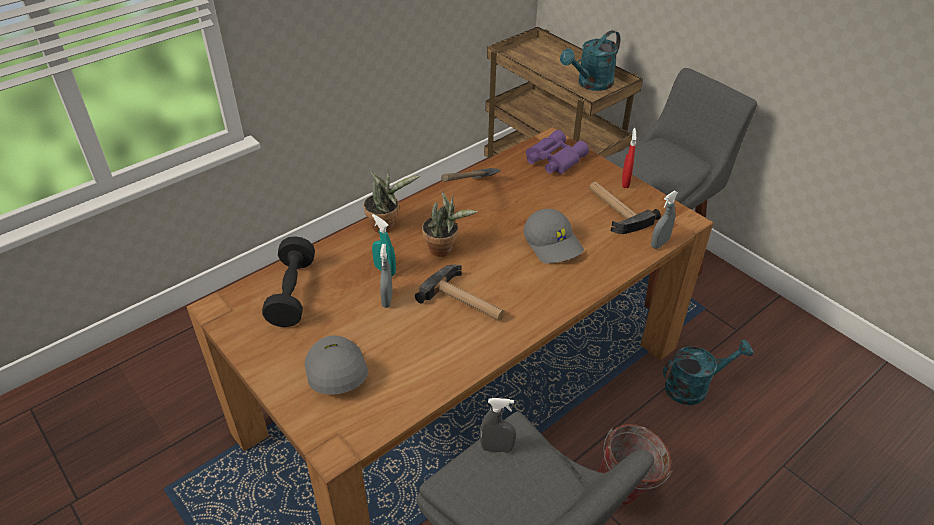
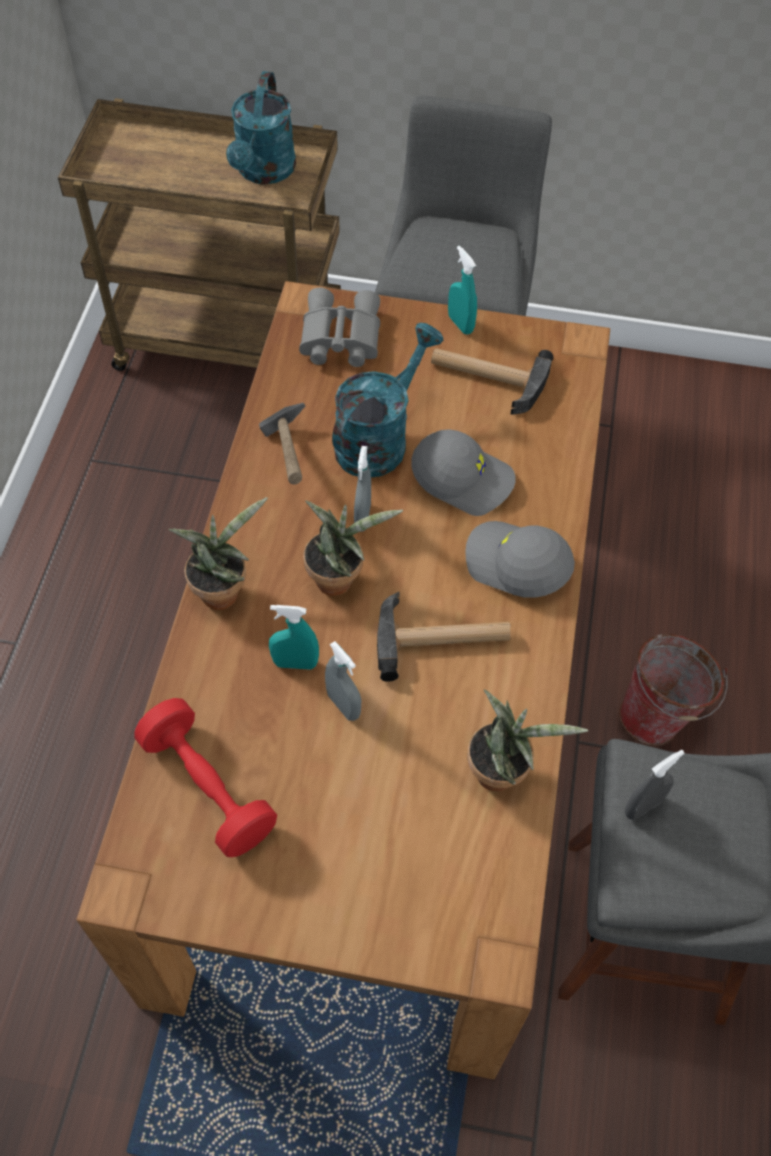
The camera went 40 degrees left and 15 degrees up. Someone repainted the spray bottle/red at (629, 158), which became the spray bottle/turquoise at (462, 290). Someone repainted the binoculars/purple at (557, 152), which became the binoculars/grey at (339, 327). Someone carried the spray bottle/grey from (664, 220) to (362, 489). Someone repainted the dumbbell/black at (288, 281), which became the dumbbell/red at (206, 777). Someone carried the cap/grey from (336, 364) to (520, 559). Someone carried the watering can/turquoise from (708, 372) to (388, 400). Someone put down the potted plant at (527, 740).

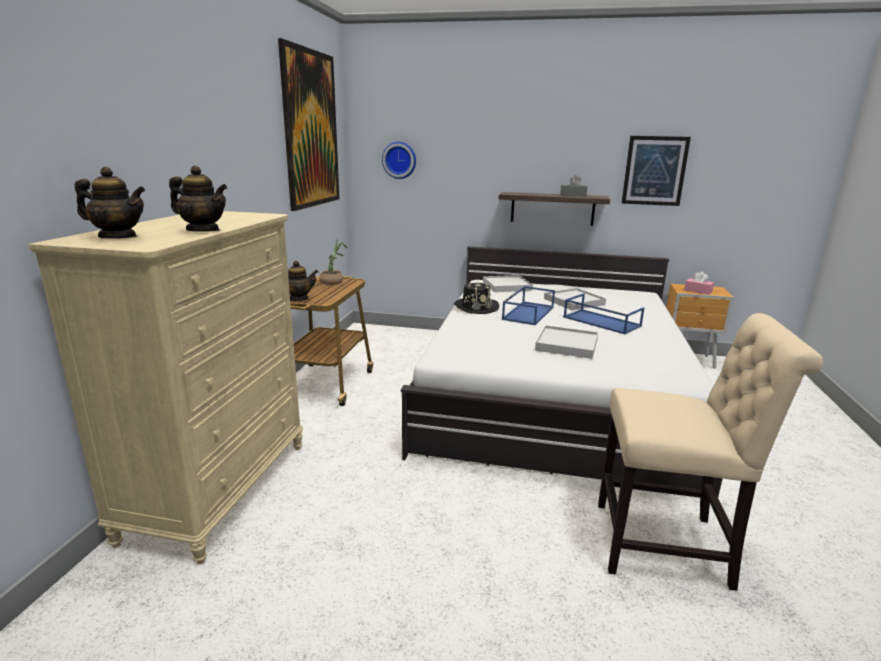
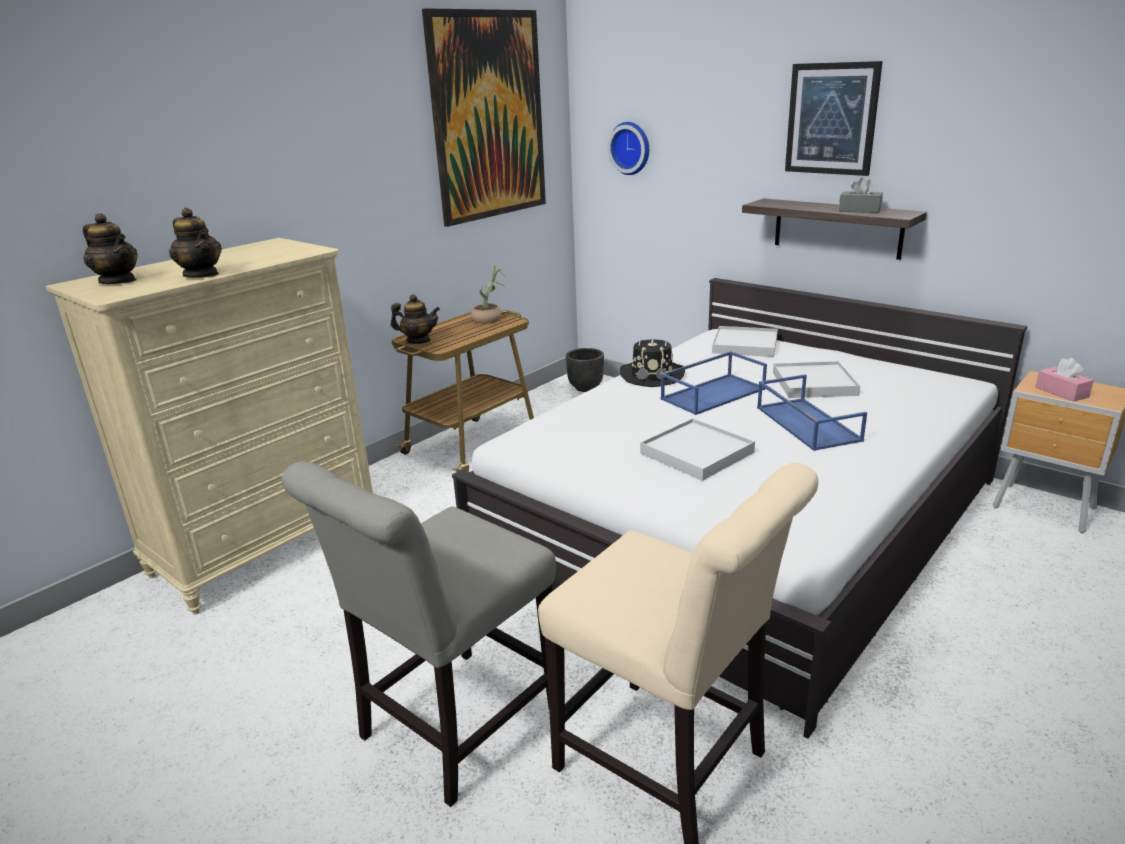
The camera went 30 degrees right and 5 degrees up. Someone carried the picture from (656, 171) to (834, 118). Someone put down the planter/black at (585, 370). Someone put down the chair/grey at (419, 634).

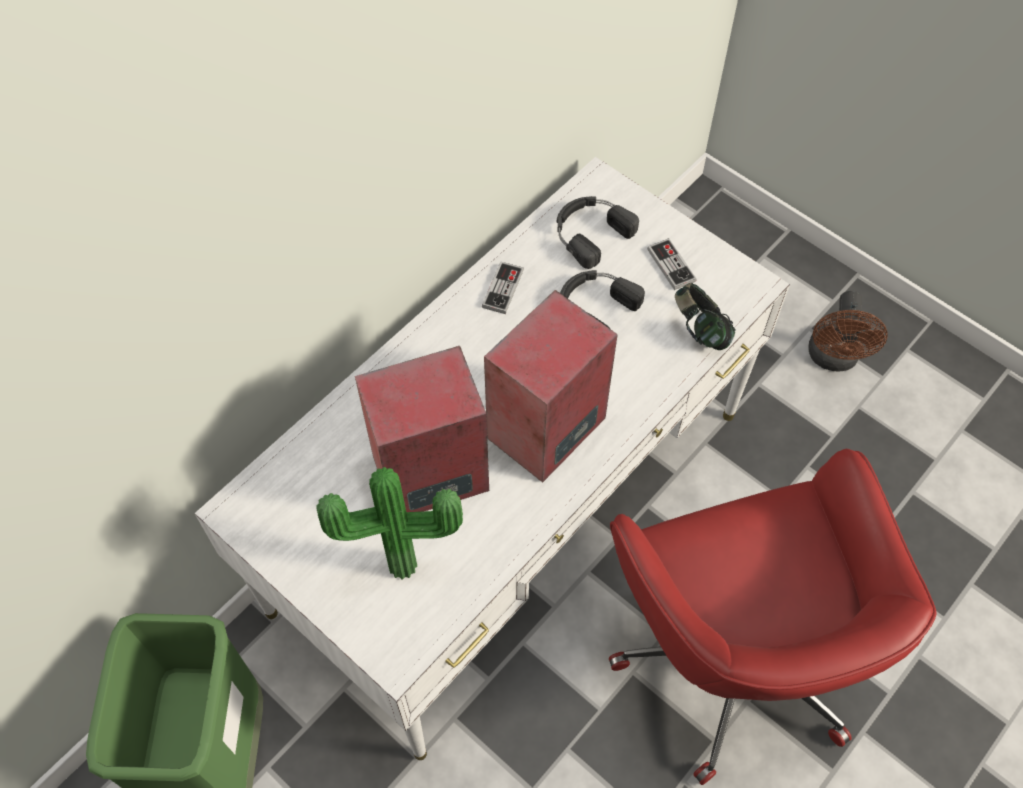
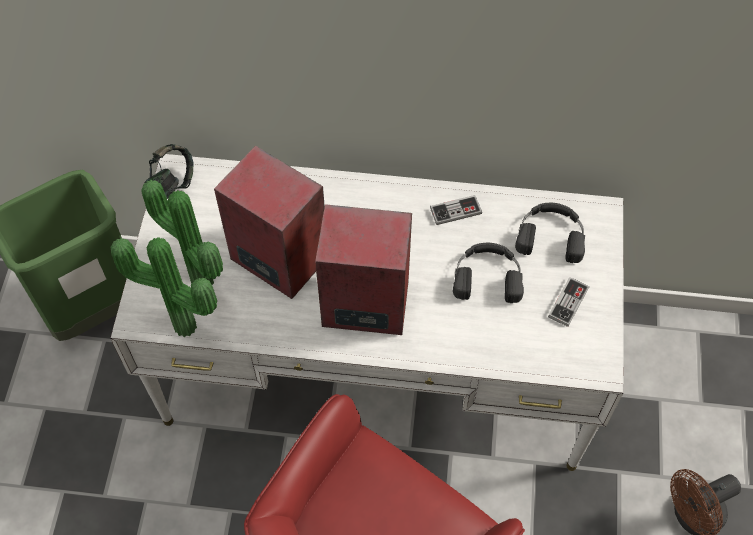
The camera went 55 degrees right and 0 degrees up. Someone carried the headphones from (705, 316) to (169, 171). Someone put down the potted plant at (163, 287).

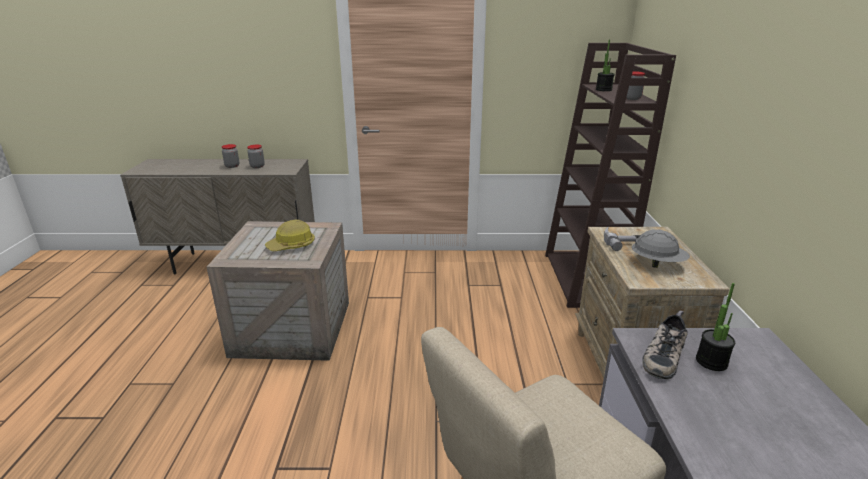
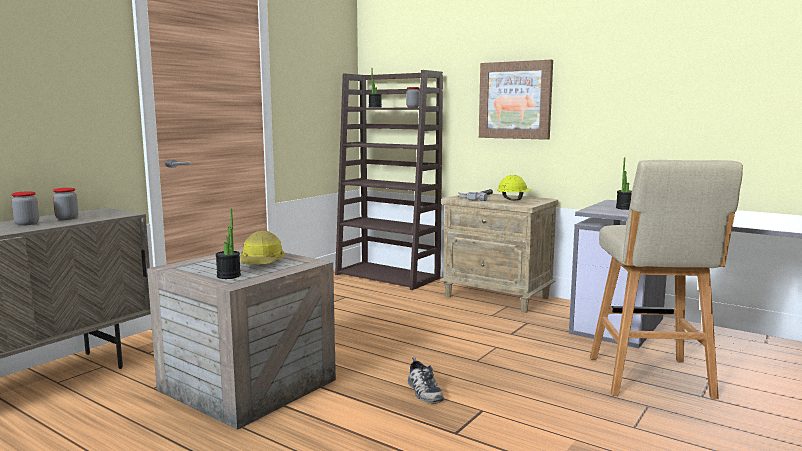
The camera went 55 degrees left and 15 degrees down. Someone repainted the hard hat/grey at (661, 249), which became the hard hat/yellow at (514, 188). Someone carried the shoe from (665, 344) to (426, 380). Someone put up the picture at (516, 100). Someone put down the potted plant at (228, 243).

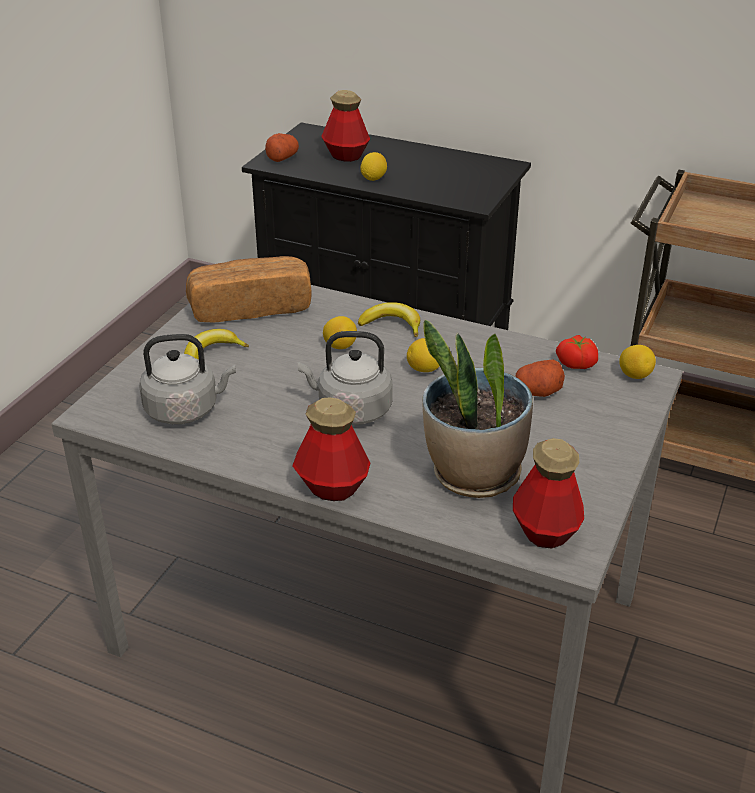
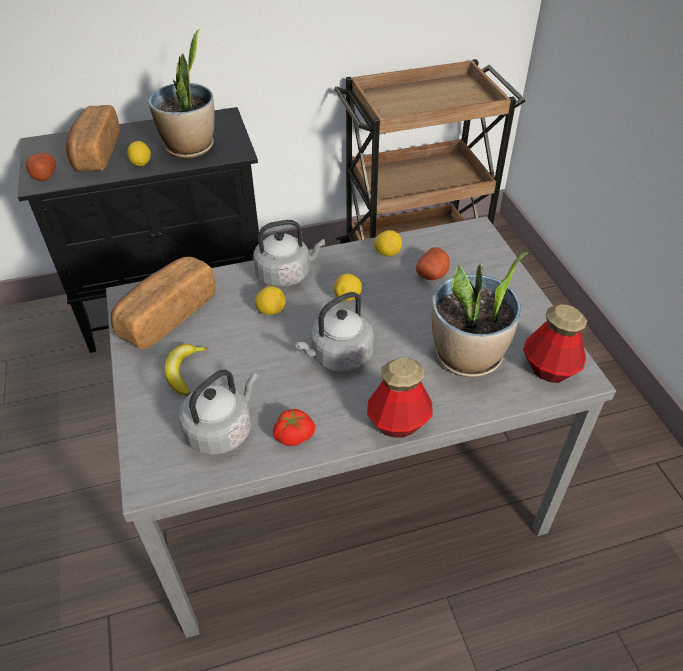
The camera went 40 degrees left and 10 degrees up. Someone swapped the bottle at (345, 126) for the bread at (93, 138). Someone swapped the banana at (389, 320) for the kettle/grey at (289, 254). Someone carried the tomato from (577, 352) to (294, 427). Someone carried the lemon from (637, 362) to (388, 243). Someone put down the potted plant at (181, 94).

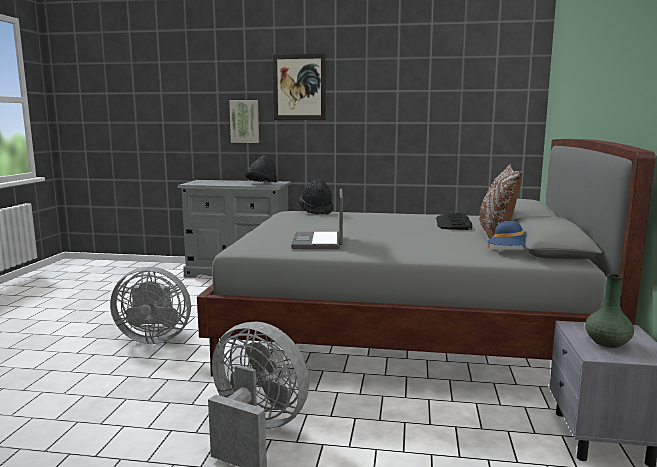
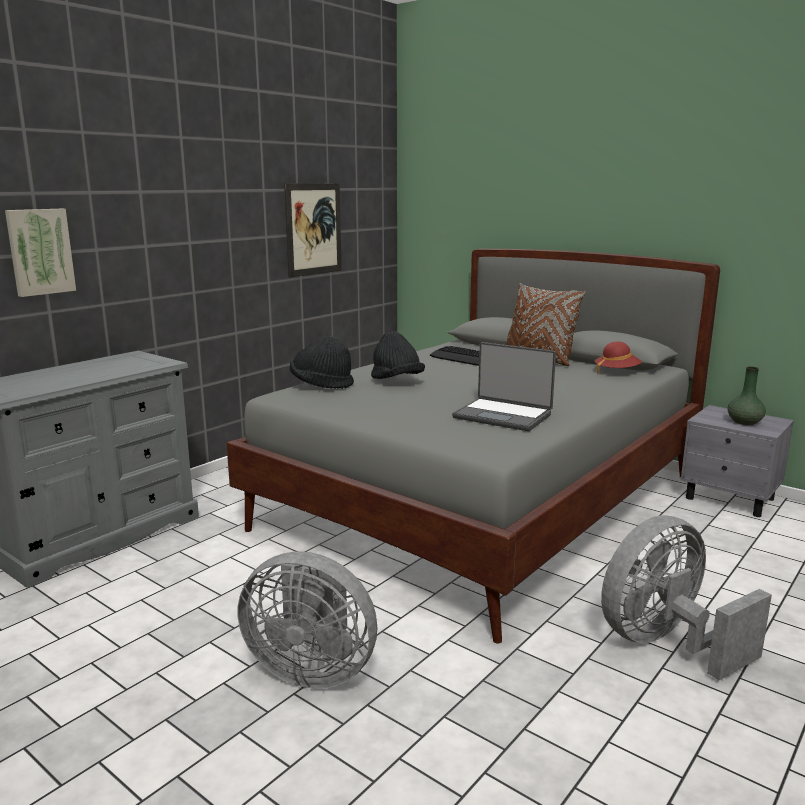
The camera went 60 degrees left and 5 degrees up. Someone carried the picture from (299, 86) to (313, 230). Someone carried the hat/black from (261, 169) to (398, 355). Someone repainted the hat/blue at (506, 235), which became the hat/red at (618, 357). Someone rotated the fan/grey at (150, 305) by 75 degrees clockwise.

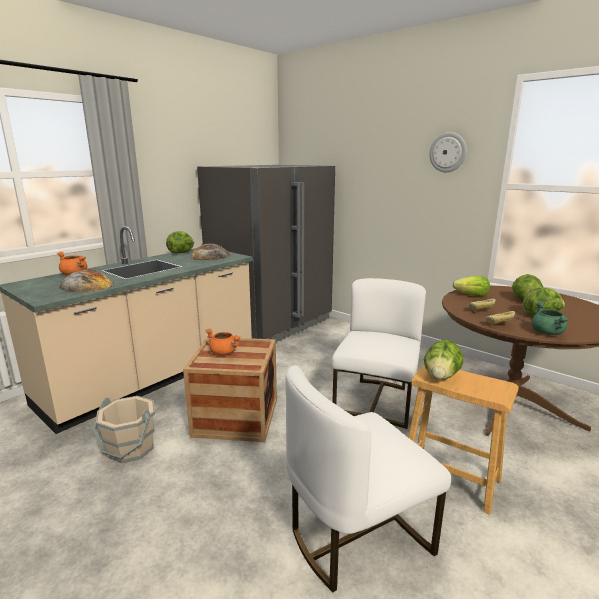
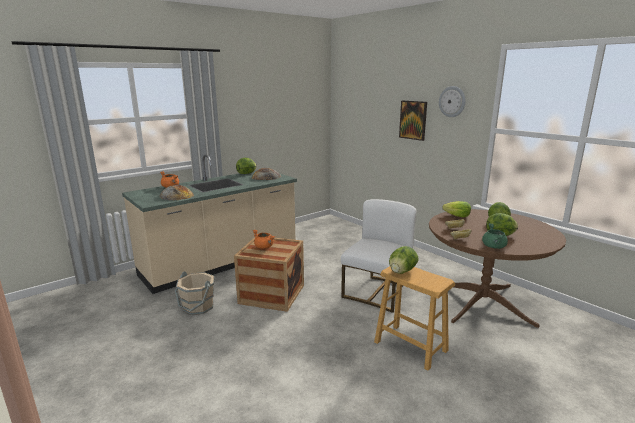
The camera went 10 degrees right and 0 degrees up. Someone took away the fridge/grey at (266, 253). Someone took away the chair/white at (368, 478). Someone put up the picture at (413, 120).

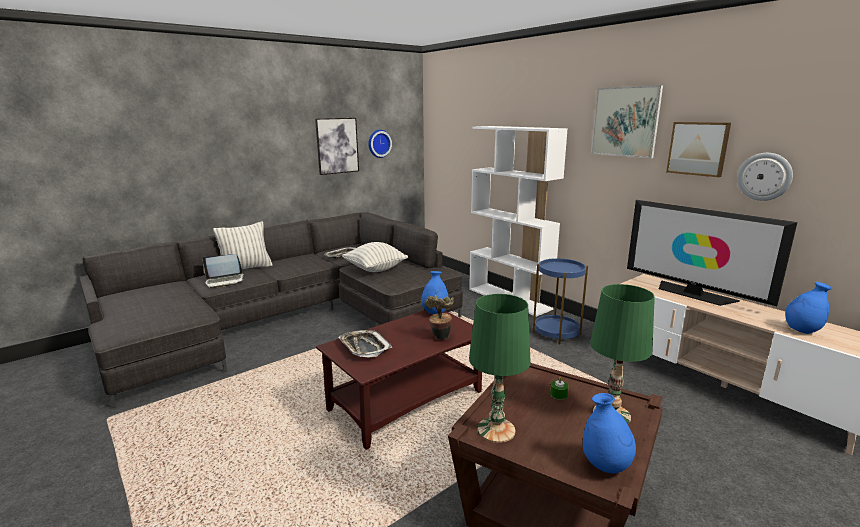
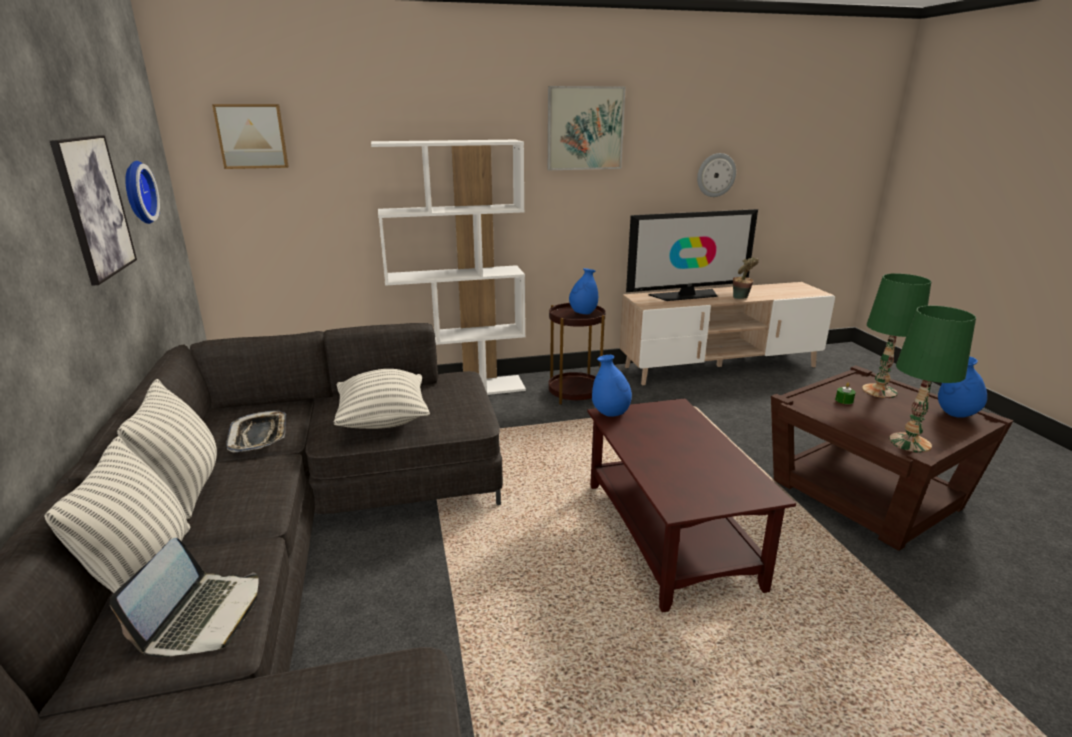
The camera went 65 degrees left and 5 degrees up. Someone carried the picture from (698, 149) to (250, 136). Someone repainted the side table/blue at (560, 300), which became the side table/brown at (576, 354). Someone carried the vase/blue from (808, 308) to (583, 291). Someone carried the potted plant from (439, 317) to (746, 278). Someone took away the tray at (365, 344). Someone put down the pillow at (167, 449).

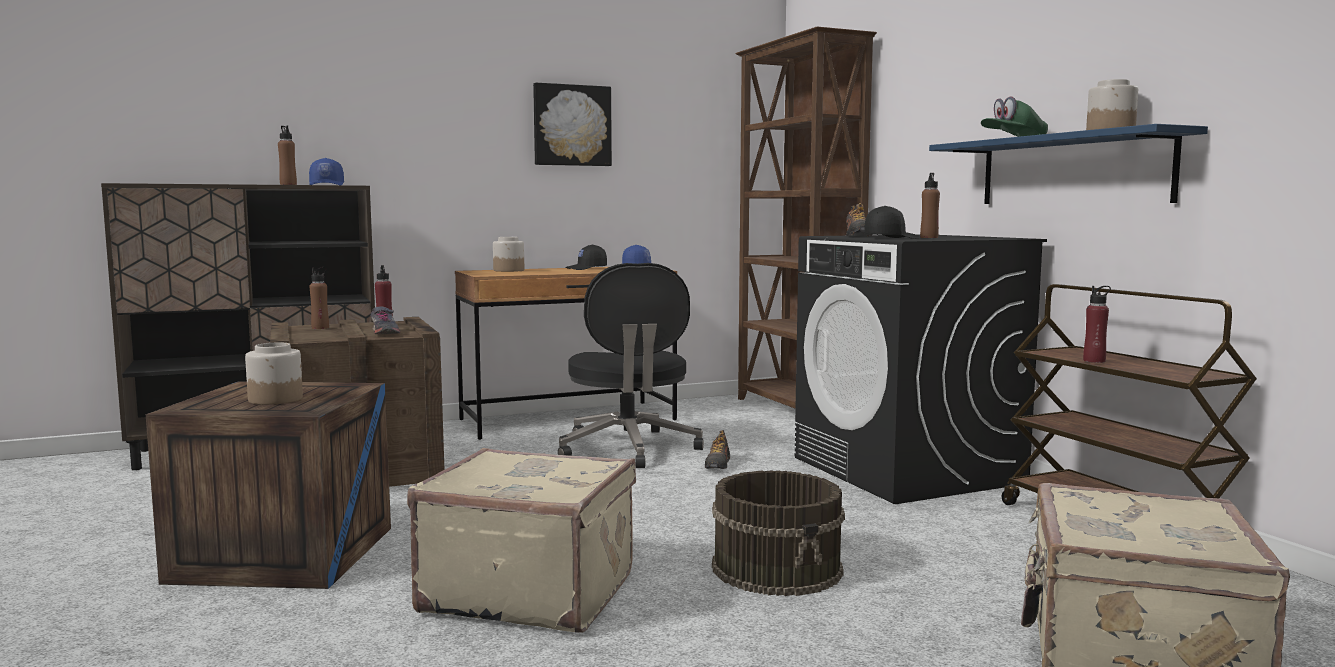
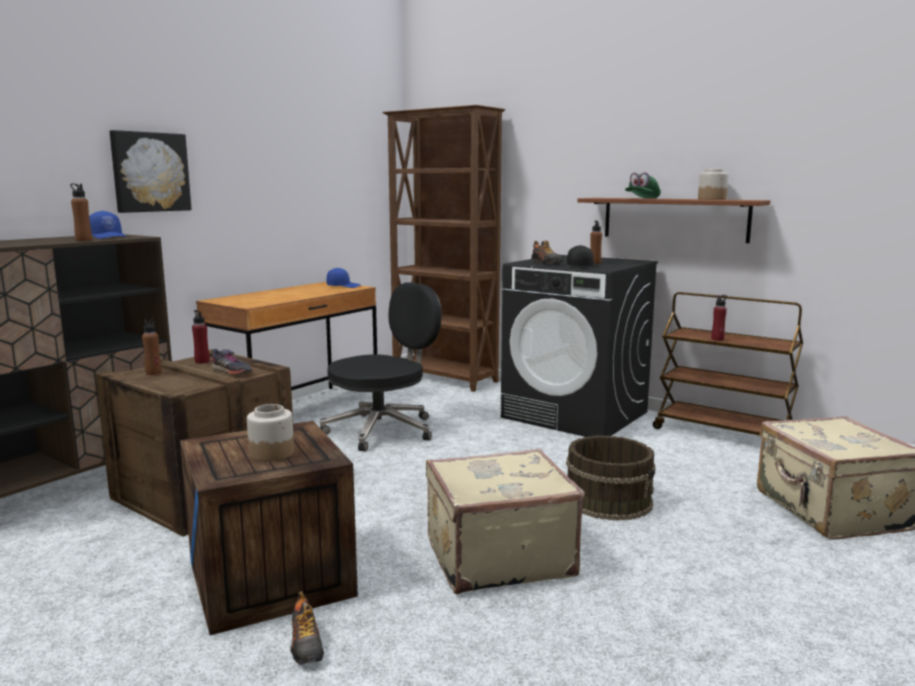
The camera went 30 degrees left and 5 degrees up. Someone carried the picture from (572, 124) to (151, 171). Someone repainted the shelf/blue at (1068, 164), which became the shelf/brown at (673, 220). Someone took away the jar at (508, 254). Someone took away the cap/black at (586, 257). Someone rotated the office chair/black at (631, 365) by 90 degrees counterclockwise. Someone carried the shoe from (717, 449) to (307, 628).

